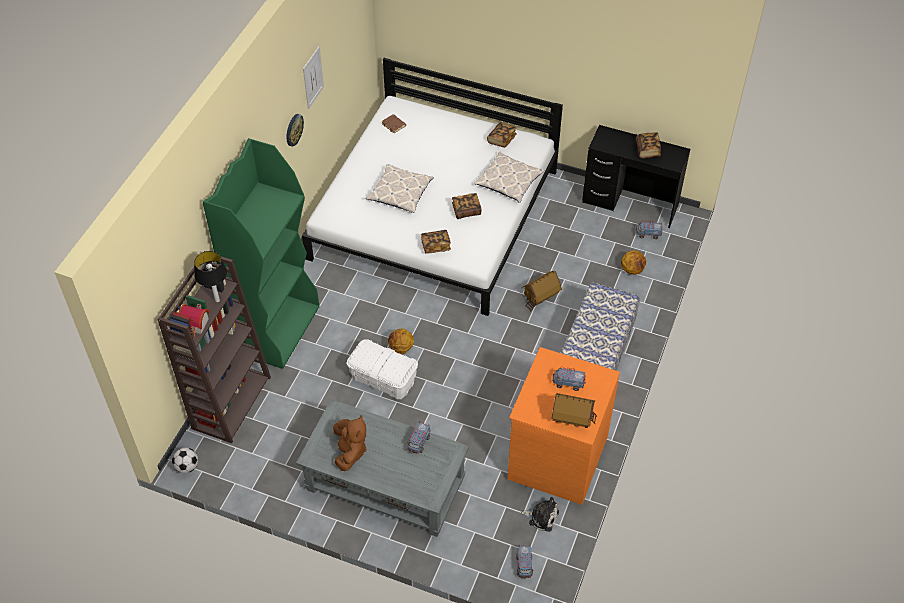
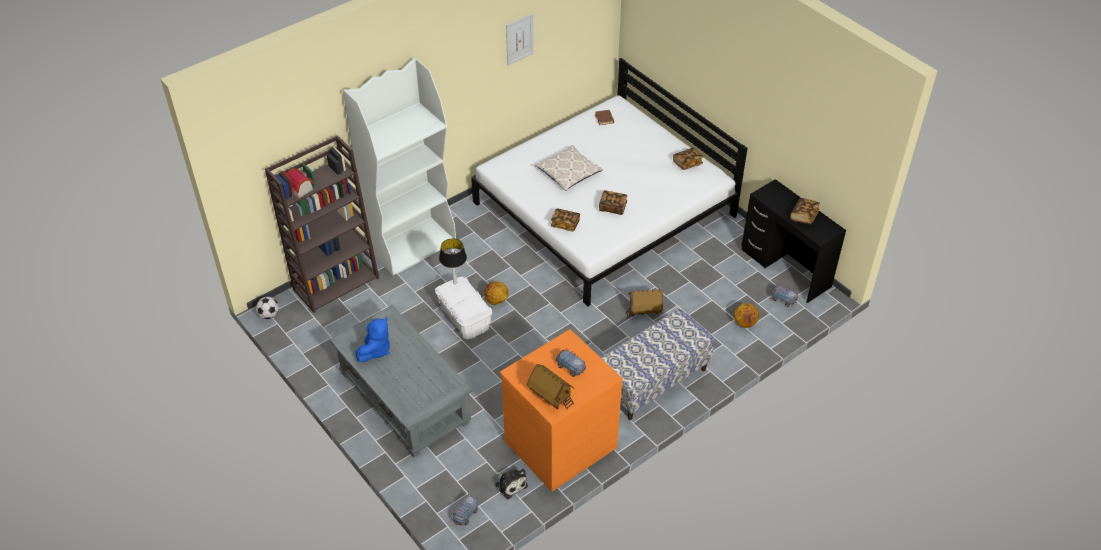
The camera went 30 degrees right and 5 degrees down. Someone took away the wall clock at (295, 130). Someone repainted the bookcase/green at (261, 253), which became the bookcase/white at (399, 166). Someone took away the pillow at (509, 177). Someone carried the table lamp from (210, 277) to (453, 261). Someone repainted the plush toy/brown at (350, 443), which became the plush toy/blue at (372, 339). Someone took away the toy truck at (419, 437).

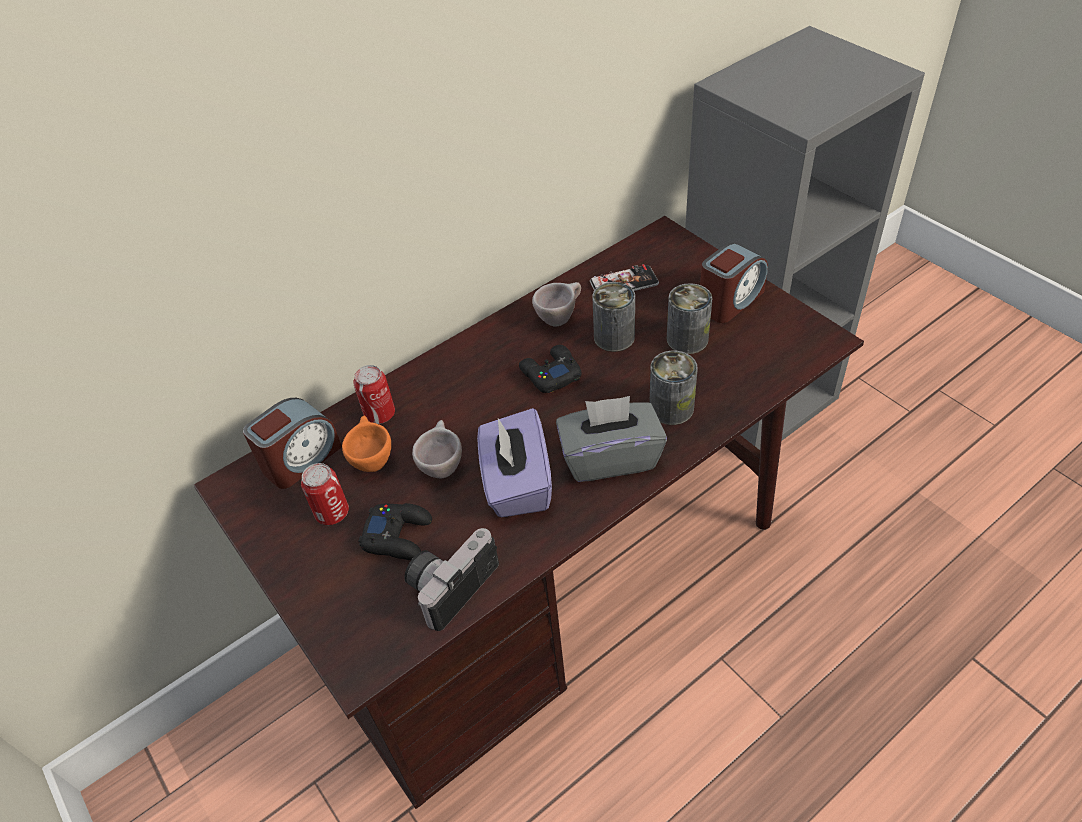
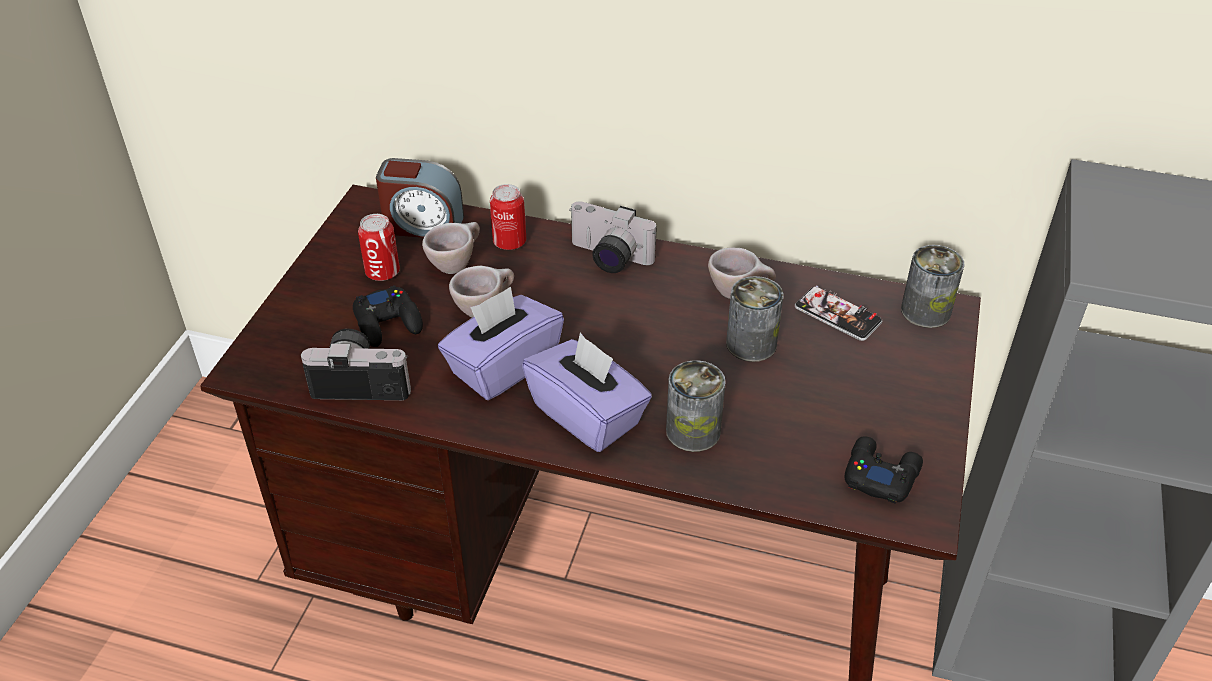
The camera went 50 degrees right and 5 degrees down. Someone took away the alarm clock at (734, 283). Someone carried the can from (690, 318) to (932, 286). Someone carried the game controller/black from (550, 369) to (884, 470). Someone repainted the tissue box/grey at (611, 439), which became the tissue box/purple at (587, 392). Someone repainted the cup/orange at (366, 444), which became the cup/beige at (451, 248). Someone put down the photo camera at (613, 237).

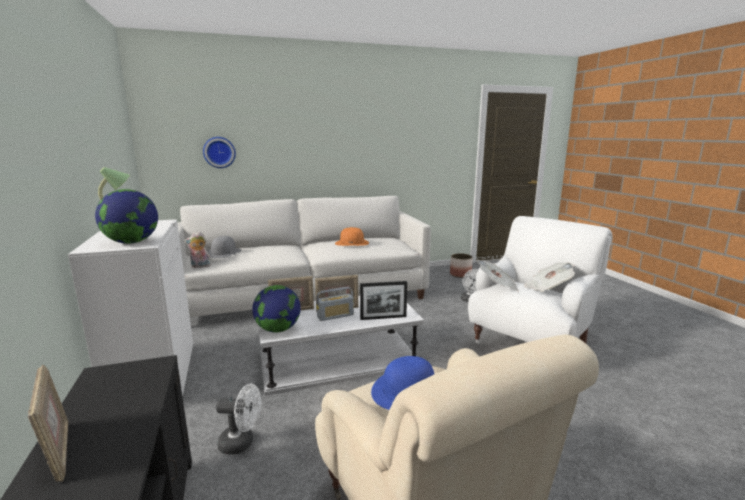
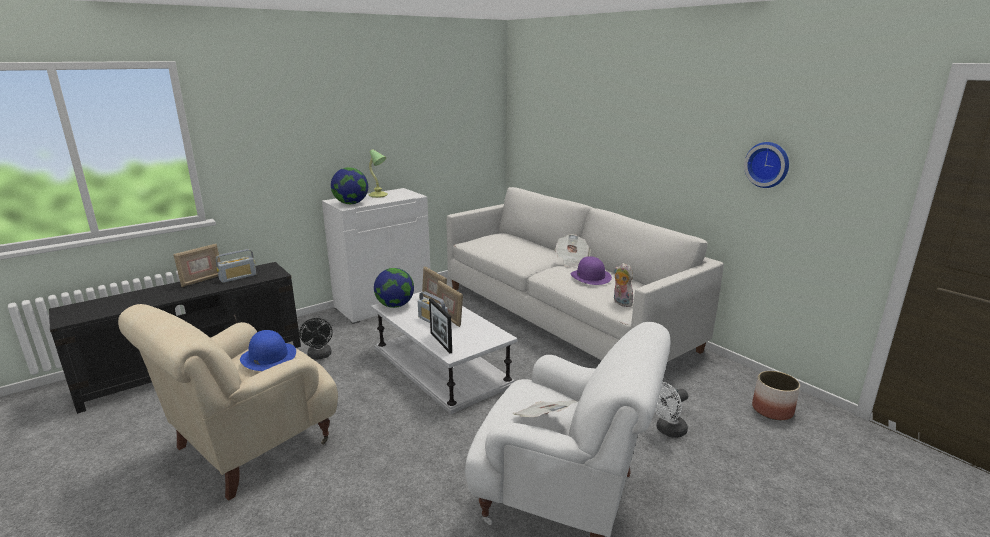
The camera went 70 degrees right and 5 degrees up. Someone carried the wall clock from (219, 152) to (766, 165). Someone repainted the hat/orange at (352, 236), which became the hat/purple at (591, 270). Someone carried the plush toy from (198, 250) to (623, 285). Someone took away the hat/grey at (224, 247). Someone carried the newspaper from (498, 276) to (572, 250). Someone repainted the fan/white at (238, 419), which became the fan/black at (316, 339). Someone put down the radio at (236, 266).

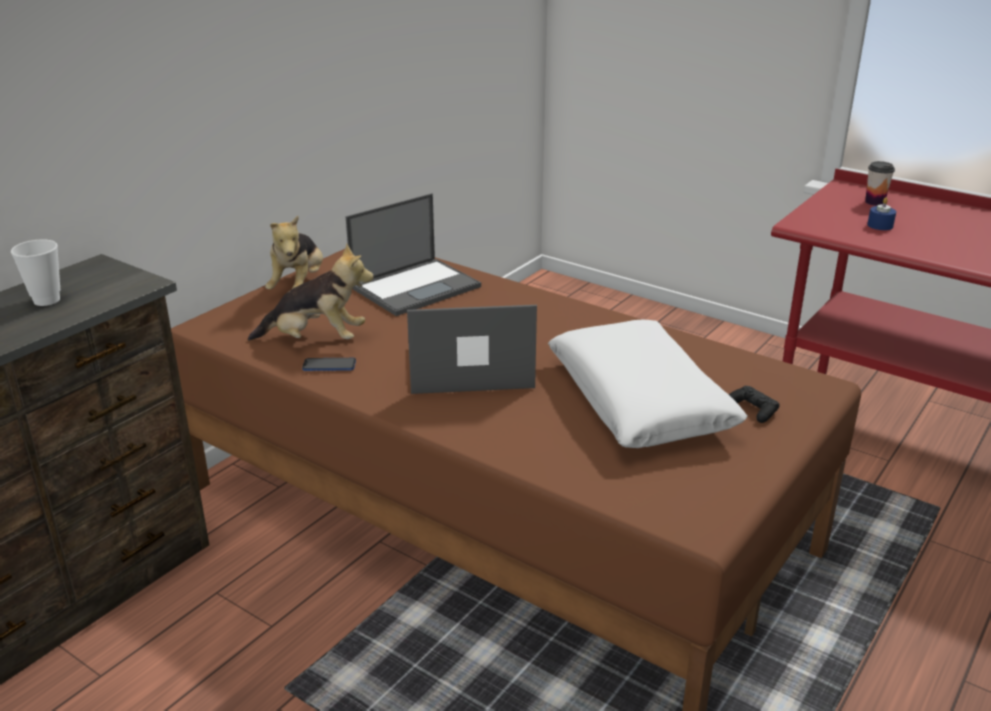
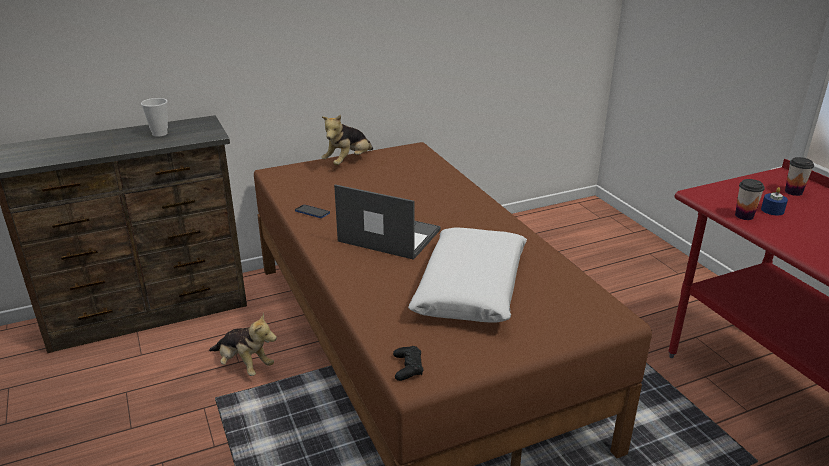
The camera went 30 degrees right and 0 degrees up. Someone took away the laptop at (413, 254). Someone carried the plush toy from (311, 291) to (243, 344). Someone carried the game controller/black from (754, 404) to (408, 363). Someone put down the cup at (750, 199).

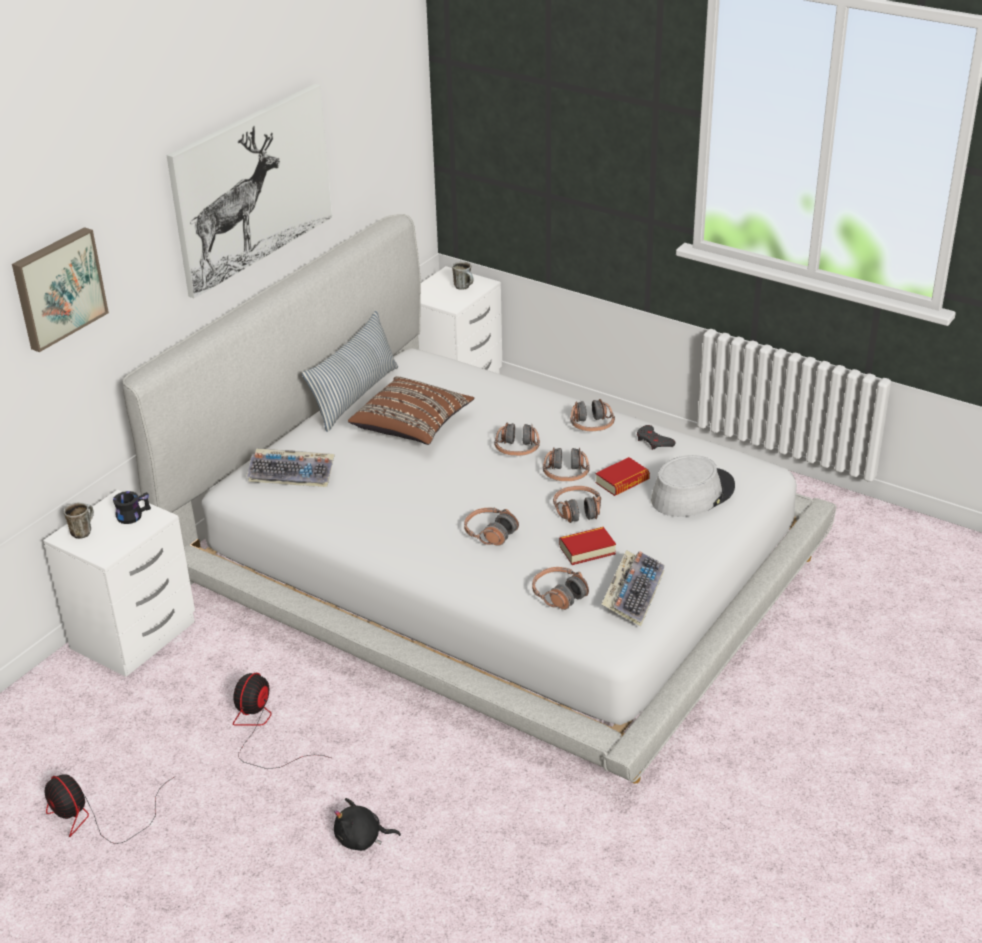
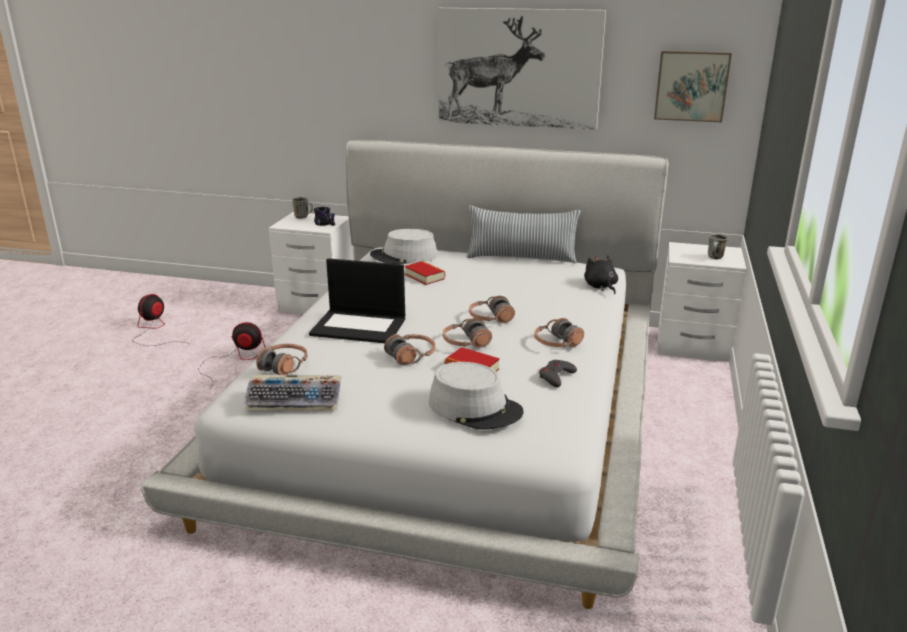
The camera went 70 degrees right and 10 degrees down. Someone carried the picture from (60, 289) to (693, 86). Someone took away the pillow/brown at (411, 411). Someone swapped the keyboard at (290, 467) for the hat/grey at (404, 246). Someone swapped the headphones at (491, 527) for the laptop at (357, 300). Someone carried the book from (587, 546) to (425, 273). Someone carried the plush toy/black from (367, 824) to (601, 274).

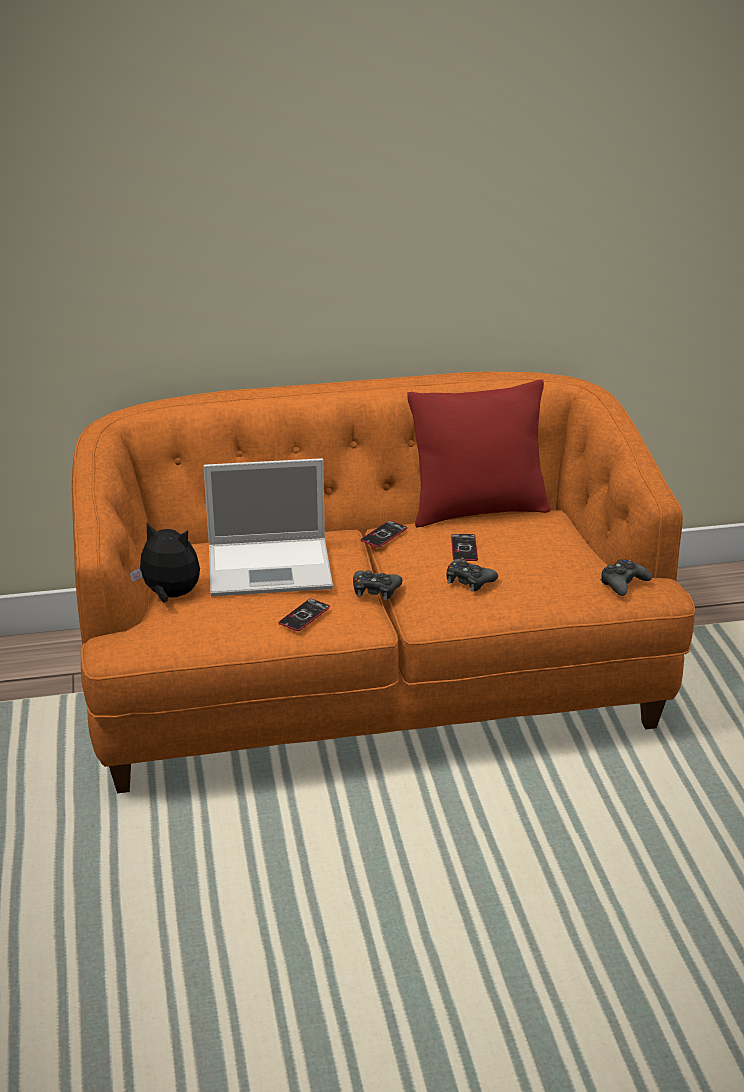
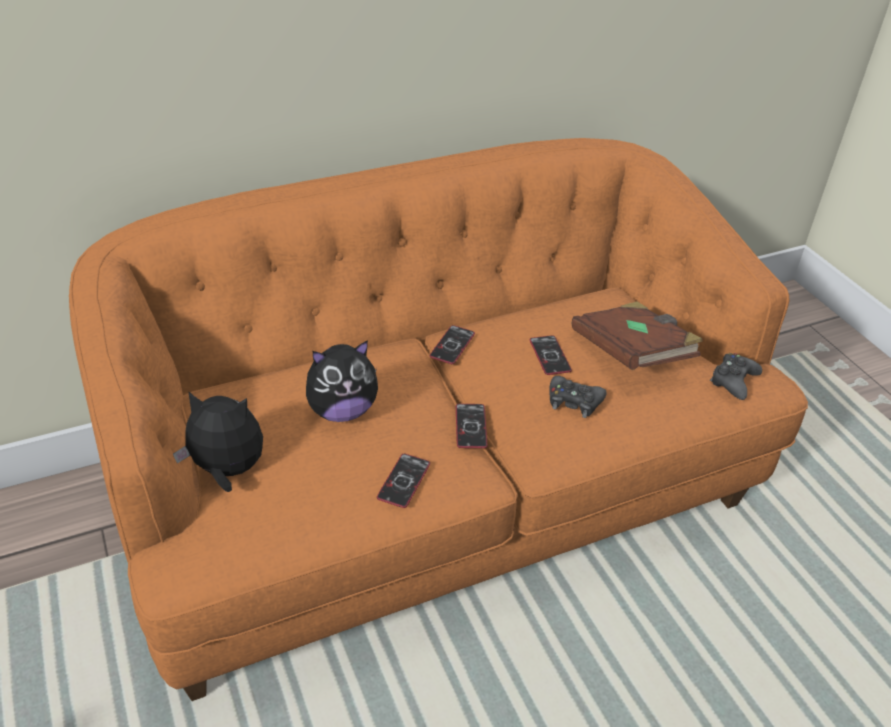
The camera went 15 degrees left and 10 degrees up. Someone took away the pillow/red at (479, 453). Someone swapped the laptop at (268, 527) for the plush toy at (342, 381). Someone swapped the game controller/black at (378, 585) for the phone at (471, 426). Someone put down the book/brown at (637, 335).

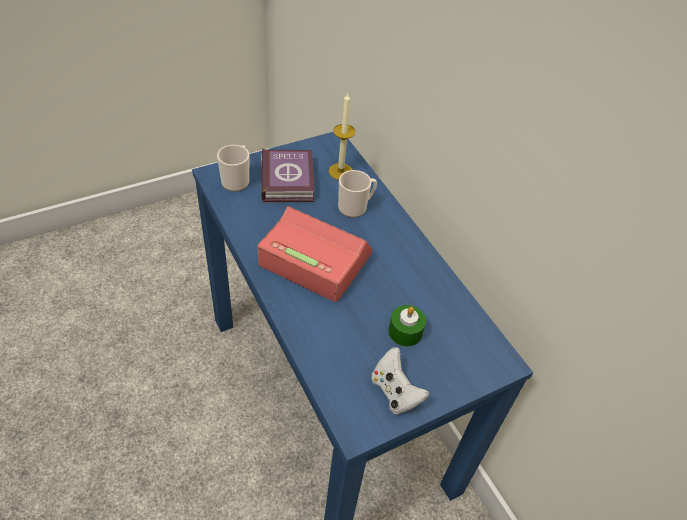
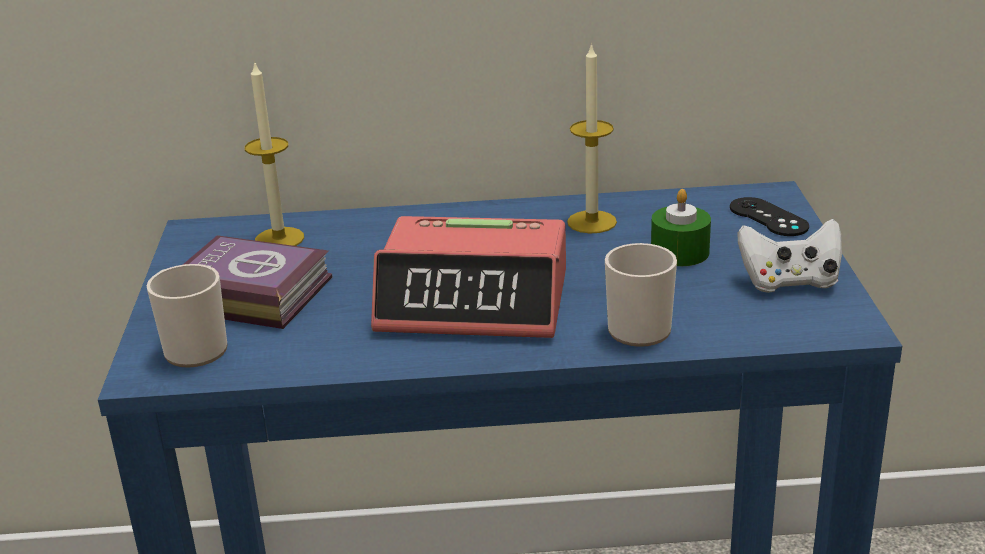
The camera went 60 degrees left and 20 degrees down. Someone carried the mug from (357, 194) to (641, 295). Someone rotated the alarm clock at (314, 254) by 135 degrees counterclockwise. Someone put down the candle at (592, 138). Someone put down the game controller/black at (769, 216).

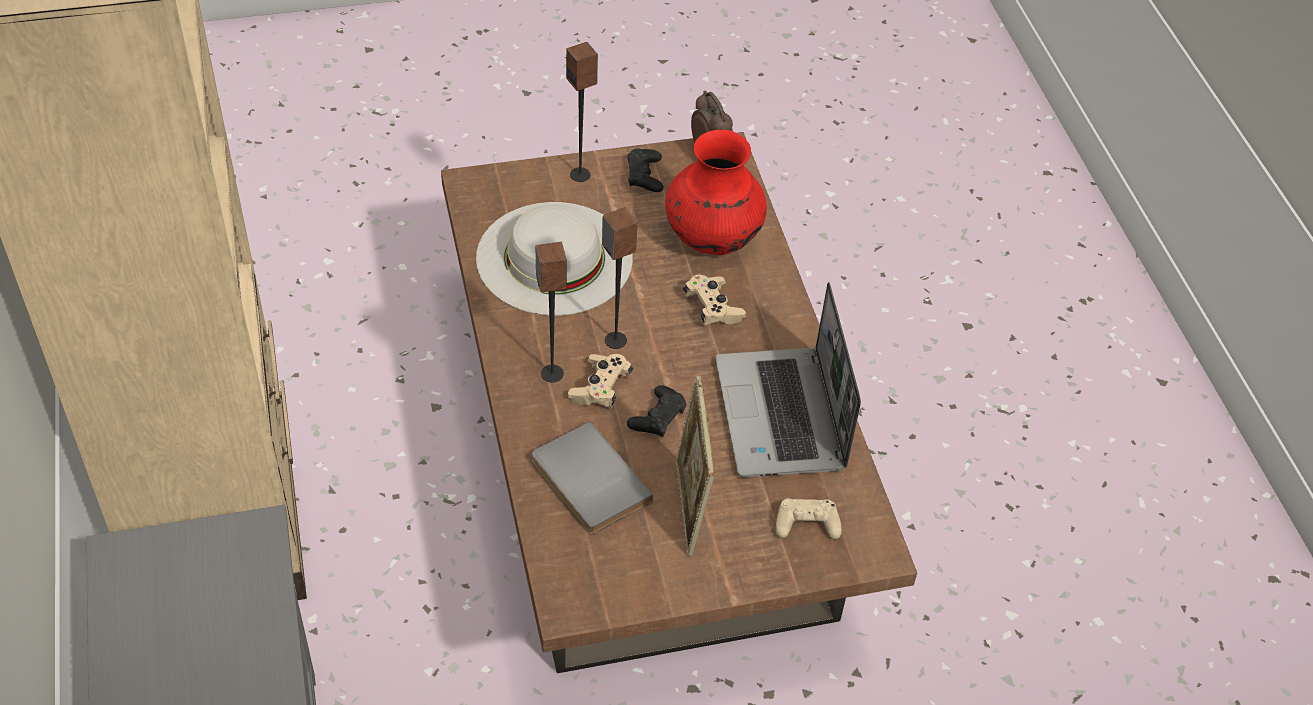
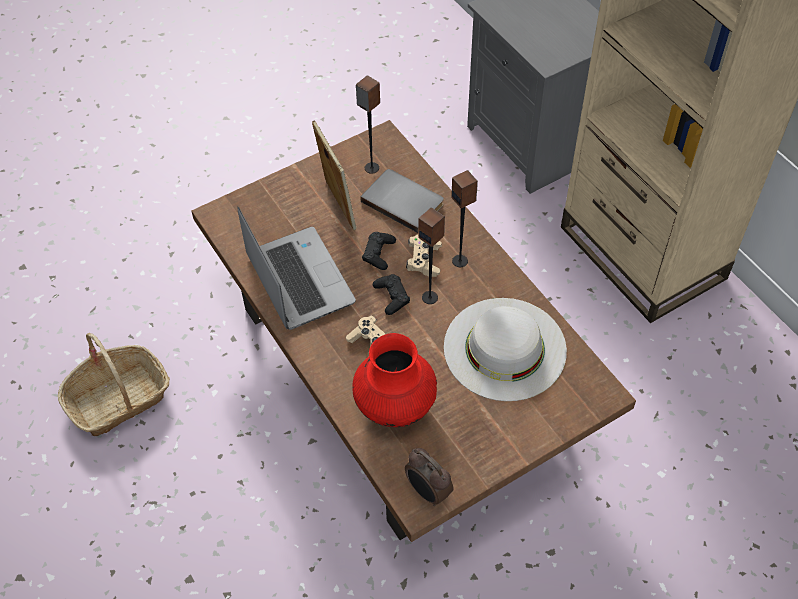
The camera went 165 degrees right and 5 degrees up. Someone carried the speaker from (582, 112) to (368, 124). Someone carried the game controller/black from (645, 170) to (391, 294). Someone took away the game controller/beige at (809, 518). Someone put down the basket at (113, 384).

